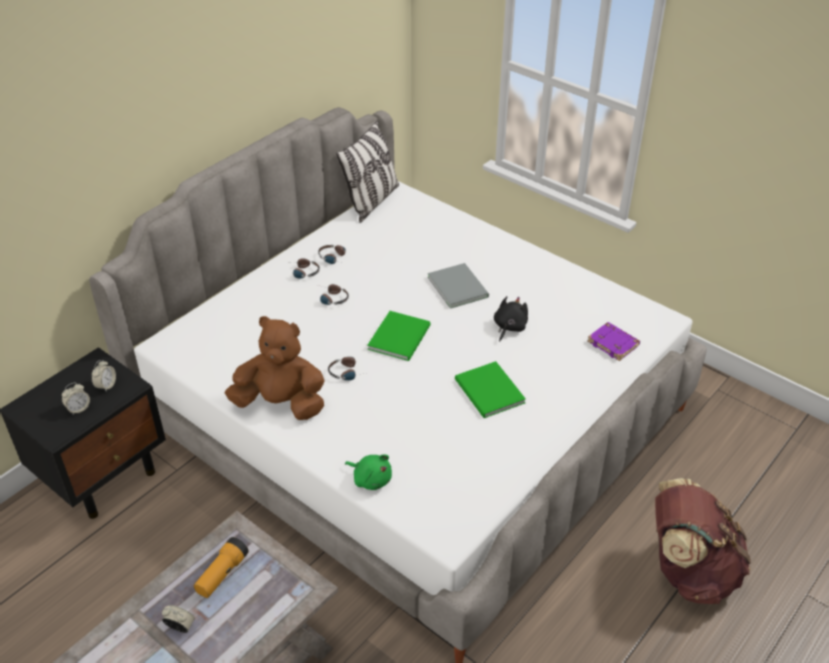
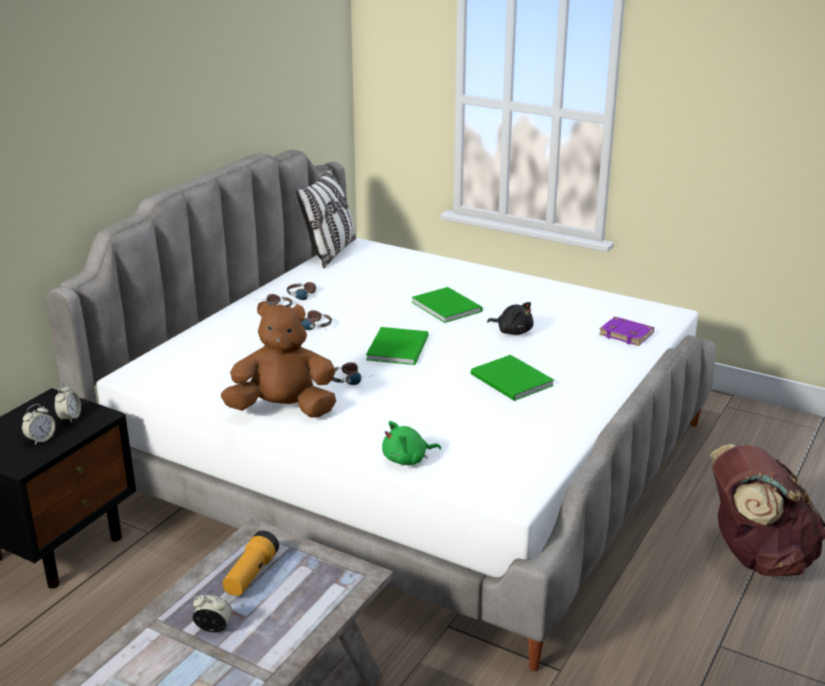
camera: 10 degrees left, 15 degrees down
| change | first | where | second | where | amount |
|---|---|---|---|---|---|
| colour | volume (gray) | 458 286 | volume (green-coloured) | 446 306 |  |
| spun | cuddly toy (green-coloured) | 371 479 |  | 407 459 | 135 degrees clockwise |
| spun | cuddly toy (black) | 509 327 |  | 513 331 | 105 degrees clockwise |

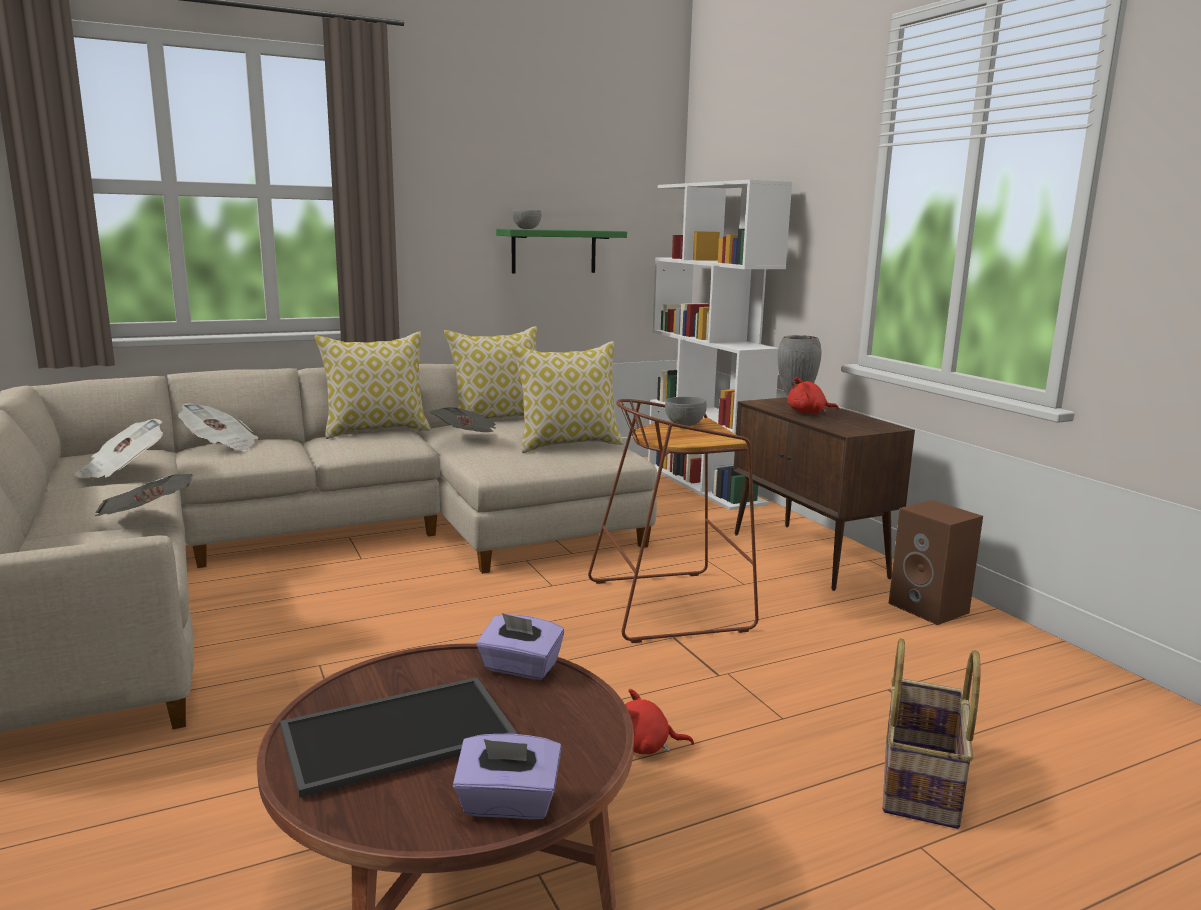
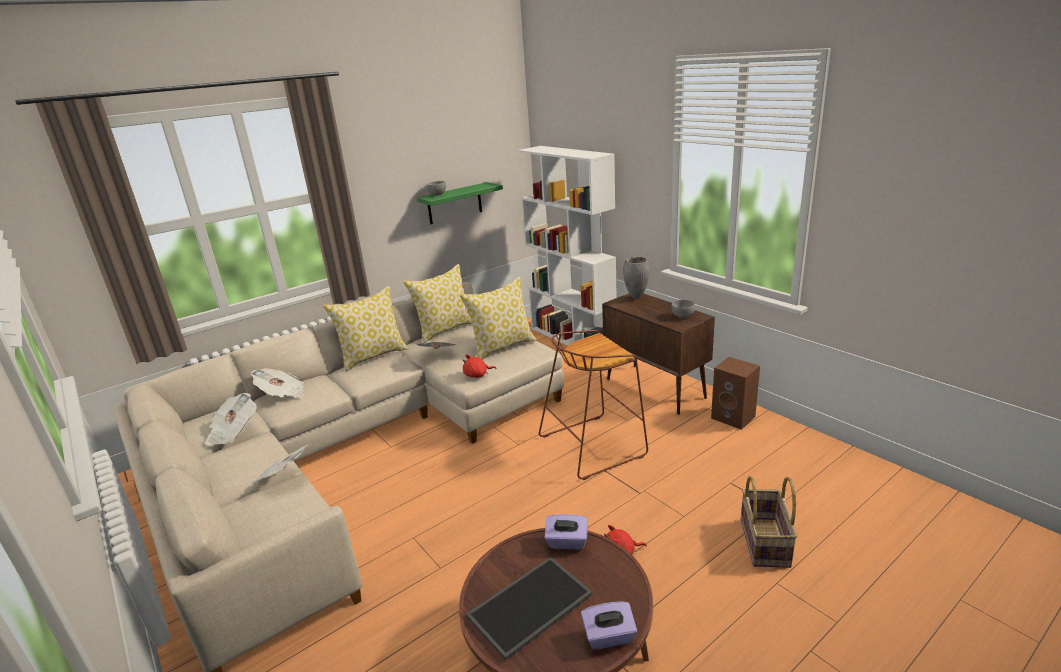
camera: 10 degrees left, 10 degrees up
| change | first | where | second | where | amount |
|---|---|---|---|---|---|
| relocated | serving bowl (gray) | 685 425 |  | 683 316 |  |
| relocated | cuddly toy (reddish) | 808 413 |  | 477 375 |  |

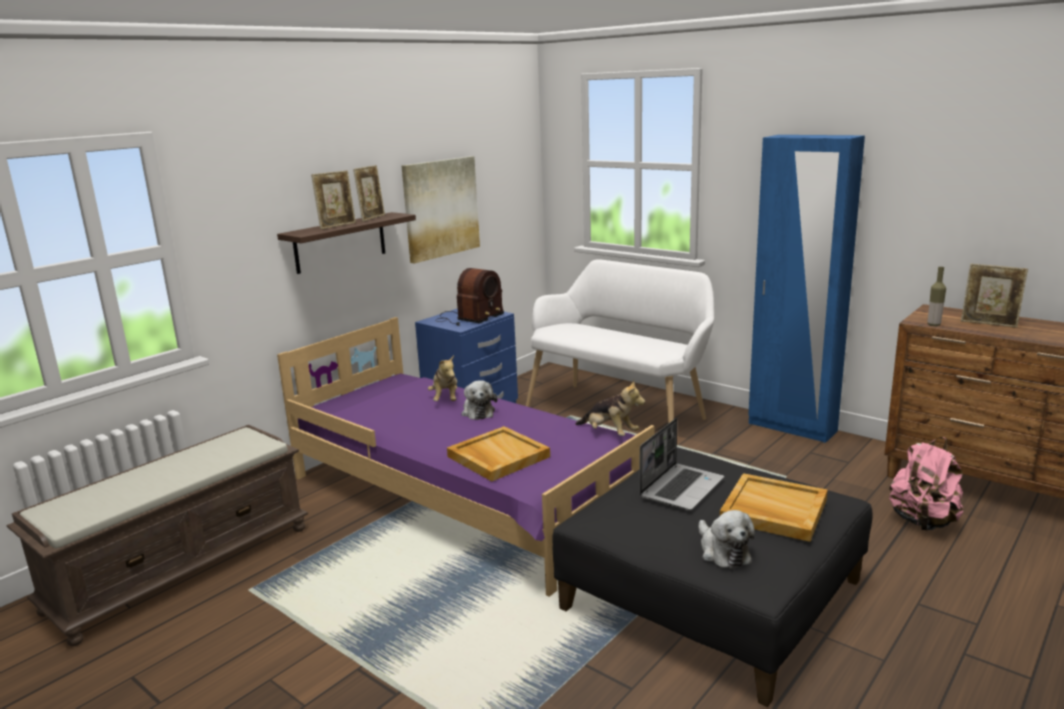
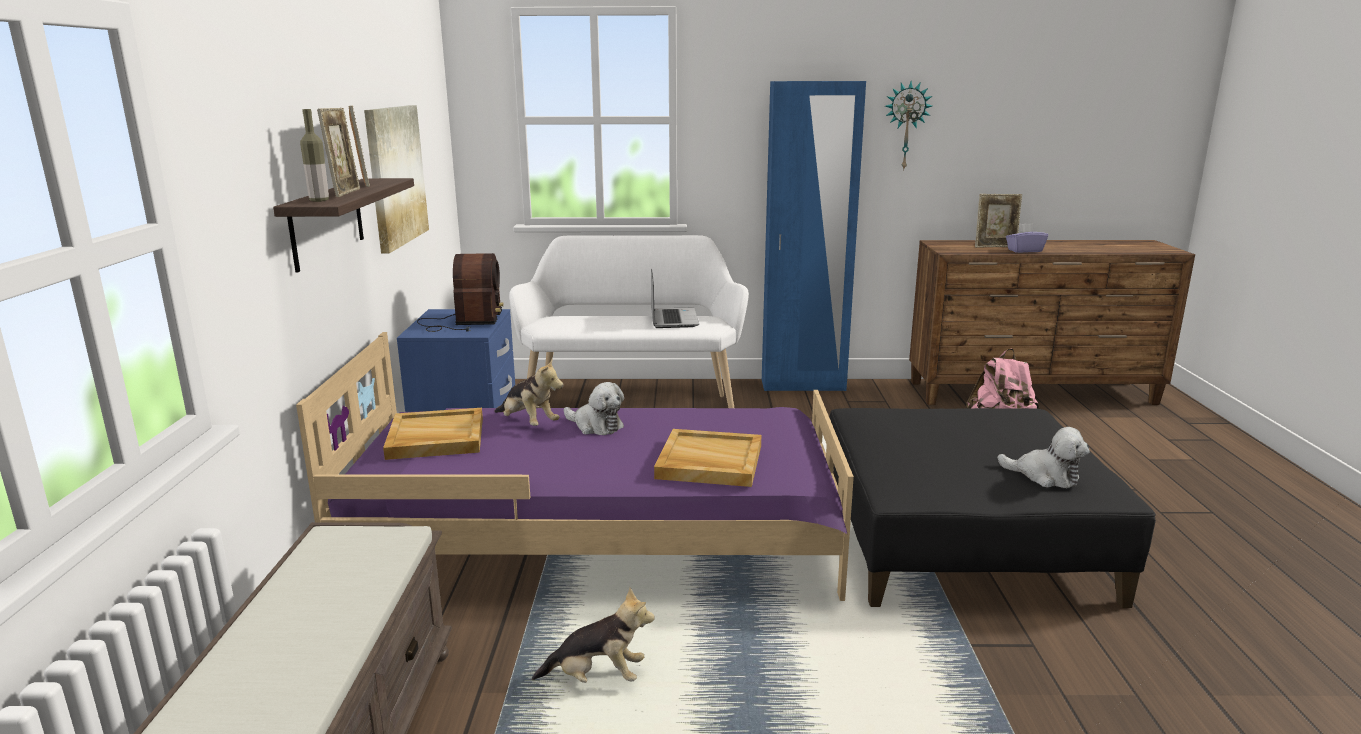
camera: 40 degrees left, 0 degrees up
| change | first | where | second | where | amount |
|---|---|---|---|---|---|
| appeared |  |  | hanging clock | 906 126 |  |
| appeared |  |  | tissue box (purplish) | 1024 250 |  |
| relocated | cuddly toy | 609 433 |  | 597 677 |  |
| relocated | laptop | 681 488 |  | 673 319 |  |
| relocated | tray (sand-coloured) | 772 510 |  | 435 438 |  |
| relocated | bottle | 933 325 |  | 319 200 |  |

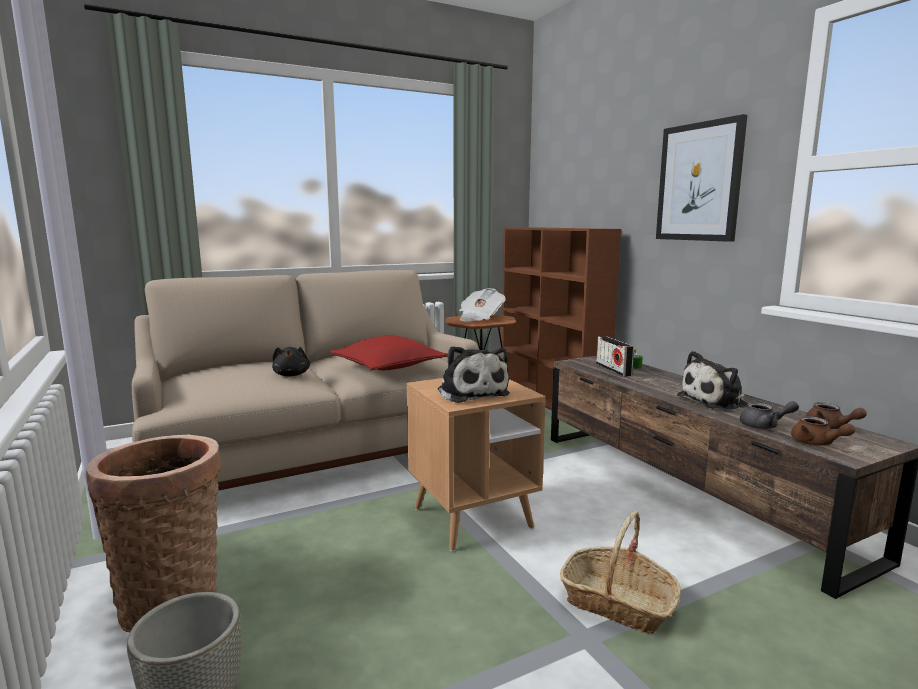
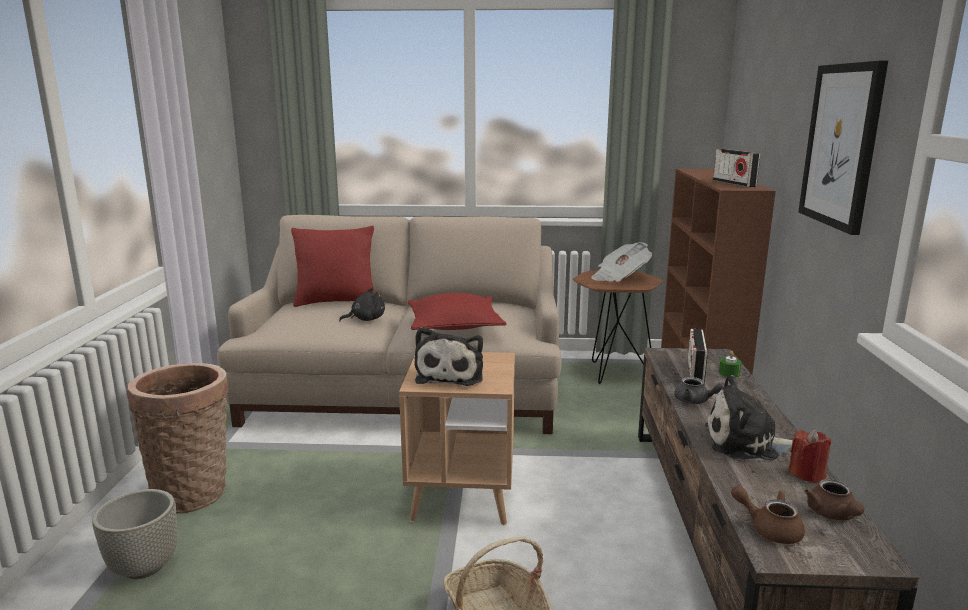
camera: 30 degrees right, 5 degrees up
| change | first | where | second | where | amount |
|---|---|---|---|---|---|
| appeared |  |  | throw pillow (reddish) | 336 302 |  |
| appeared |  |  | radio receiver | 734 183 |  |
| appeared |  |  | candle (reddish) | 807 474 |  |
| relocated | teapot (gray) | 764 426 |  | 696 401 |  |
| spun | cuddly toy (black) | 292 375 |  | 366 319 | 135 degrees counterclockwise |
| spun | teapot (brown-coloured) | 816 443 |  | 769 529 | 120 degrees clockwise |

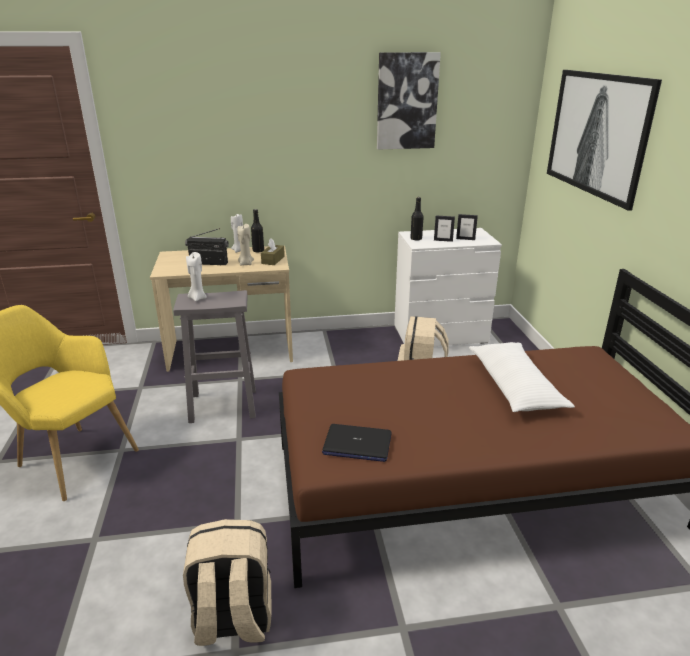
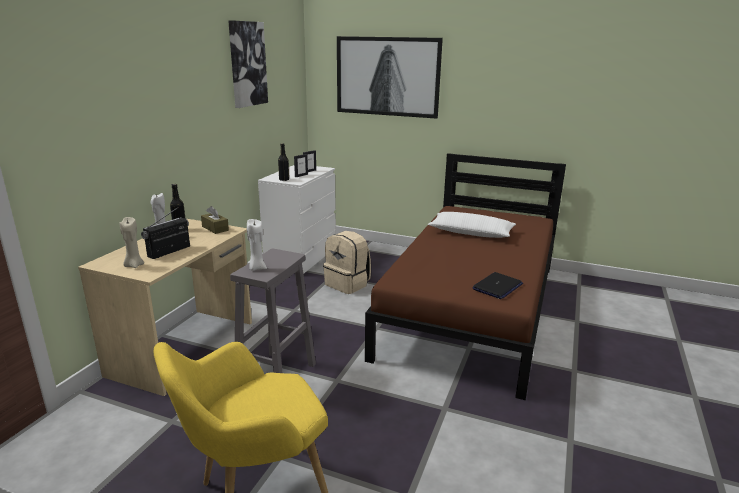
camera: 60 degrees left, 5 degrees down
| change | first | where | second | where | amount |
|---|---|---|---|---|---|
| missing | knapsack (sand-coloured) | 233 619 |  |  |  |
| relocated | candle (sand-coloured) | 245 263 |  | 134 265 |  |

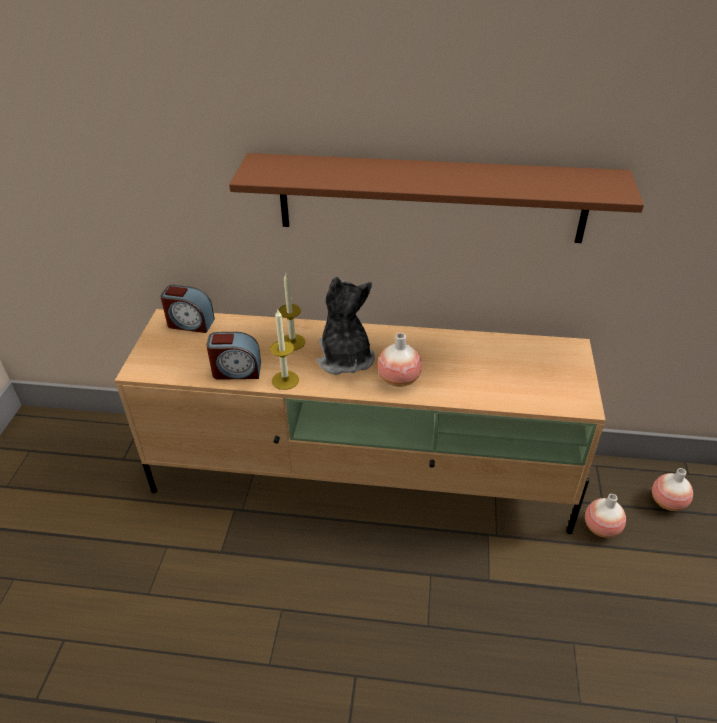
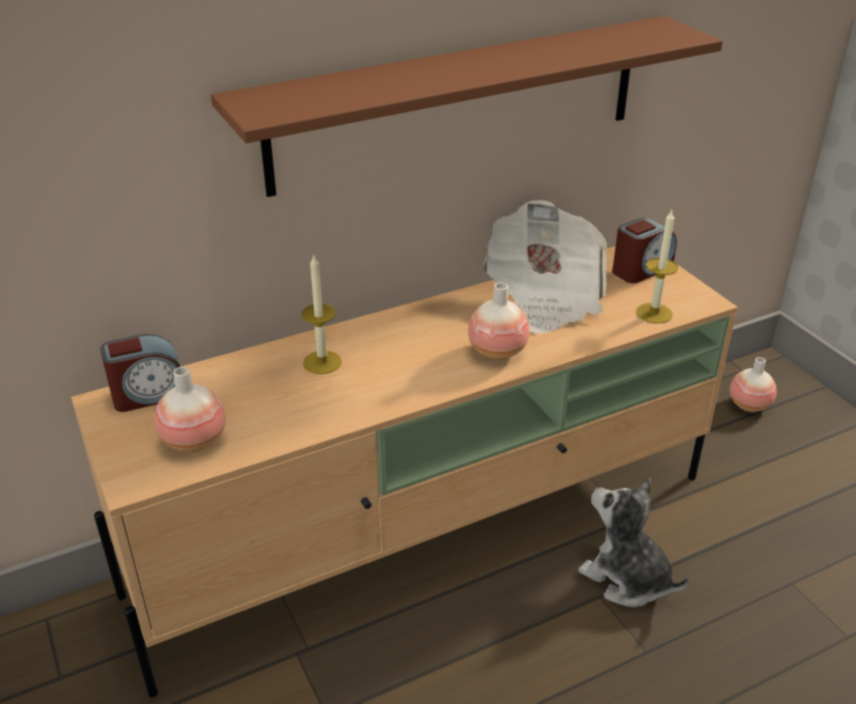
camera: 35 degrees left, 5 degrees down
| change | first | where | second | where | amount |
|---|---|---|---|---|---|
| appeared |  |  | daily paper | 544 297 |  |
| relocated | alarm clock | 236 371 |  | 641 270 |  |
| relocated | candle | 285 380 |  | 654 313 |  |
| relocated | cuddly toy | 345 358 |  | 626 578 |  |
| relocated | vase | 601 528 |  | 194 441 |  |

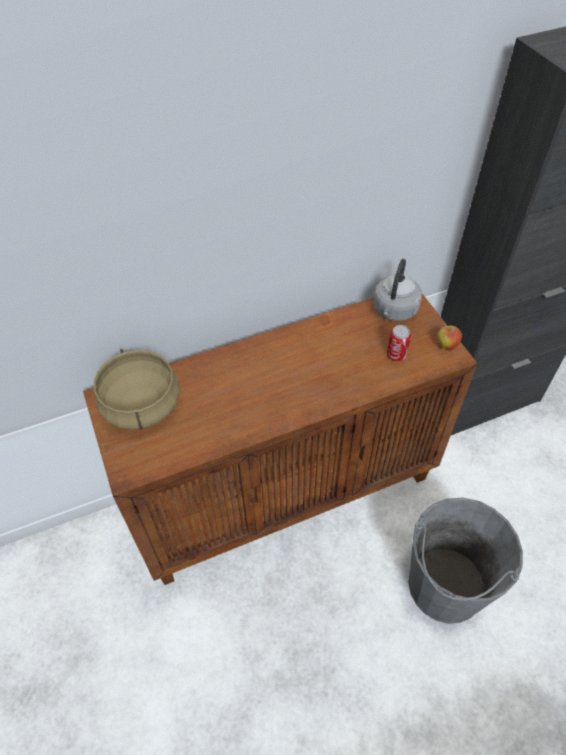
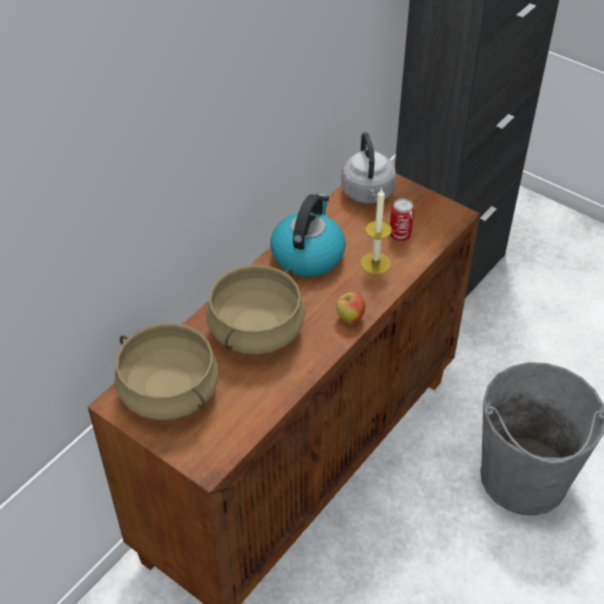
camera: 30 degrees left, 5 degrees down
| change | first | where | second | where | amount |
|---|---|---|---|---|---|
| appeared |  |  | saucepot (sand-coloured) | 257 331 |  |
| appeared |  |  | tea kettle | 308 254 |  |
| appeared |  |  | candle | 375 263 |  |
| relocated | whole apple | 446 345 |  | 350 318 |  |

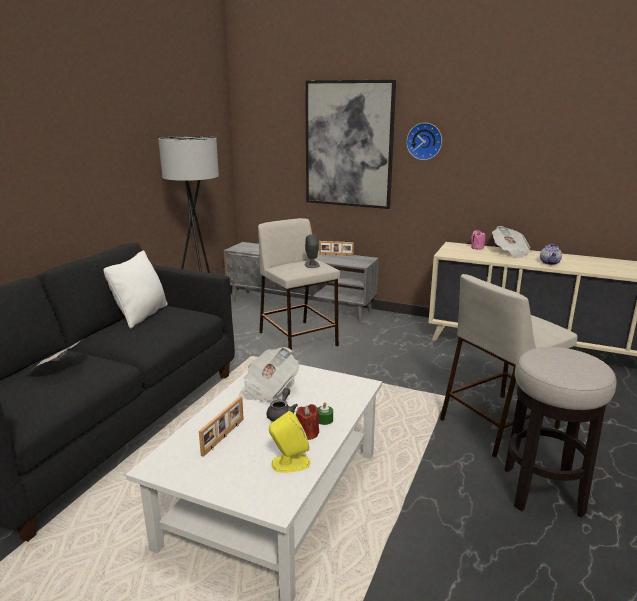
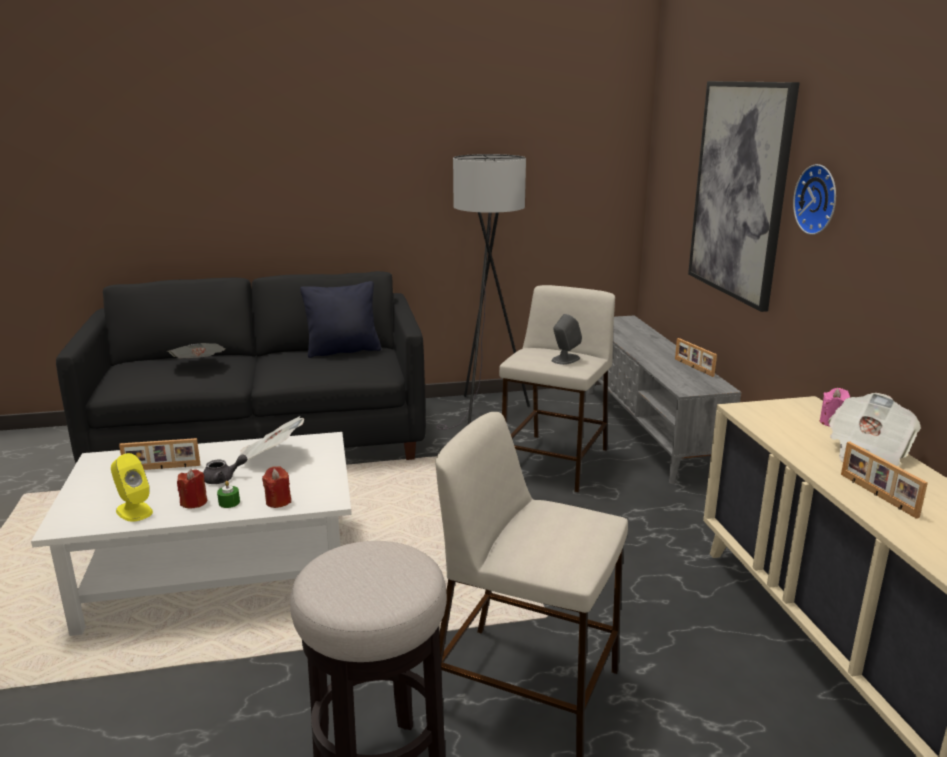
camera: 55 degrees right, 0 degrees up
| change | first | where | second | where | amount |
|---|---|---|---|---|---|
| appeared |  |  | candle (reddish) | 278 501 |  |
| exchanged | teapot | 550 263 | photo frame | 876 495 |  |
| colour | throw pillow (whitish) | 142 315 | throw pillow (black) | 343 351 |  |

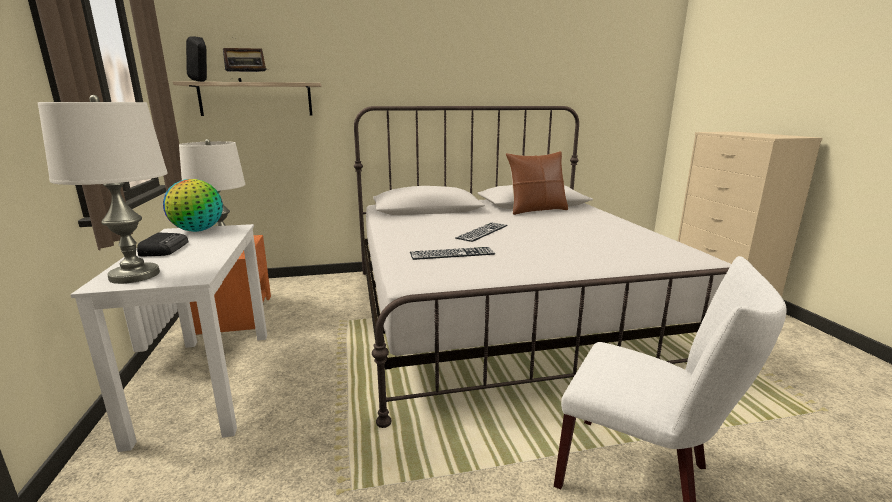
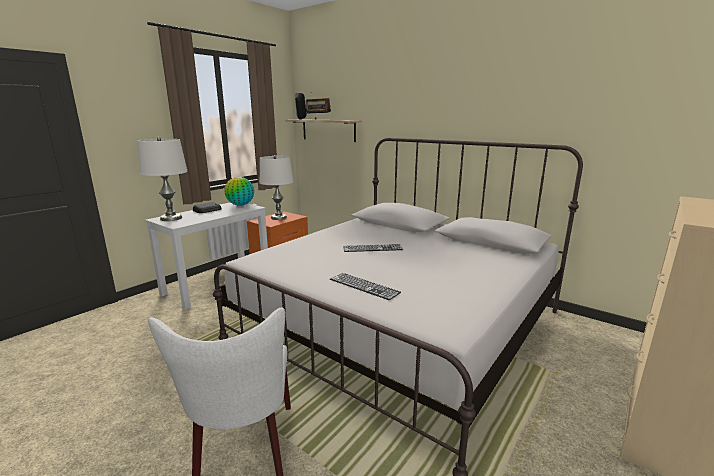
camera: 50 degrees right, 0 degrees up
| change | first | where | second | where | amount |
|---|---|---|---|---|---|
| missing | throw pillow (brown-coloured) | 536 210 |  |  |  |
| relocated | computer keyboard | 452 253 |  | 364 286 |  |

